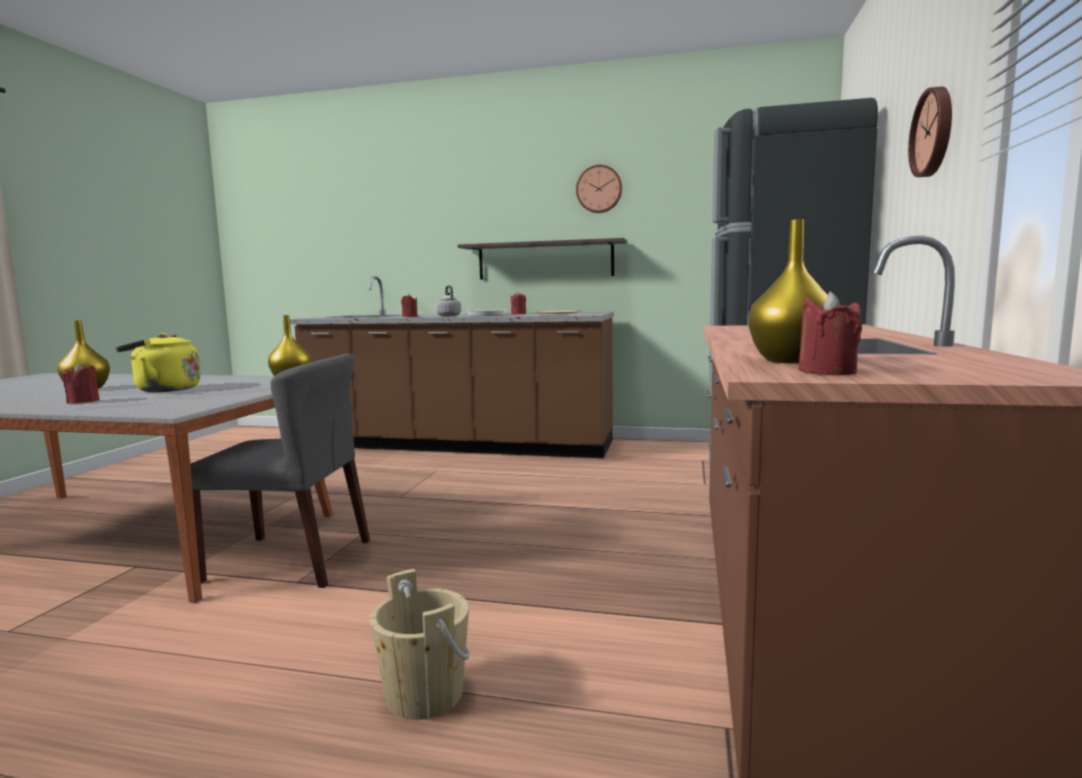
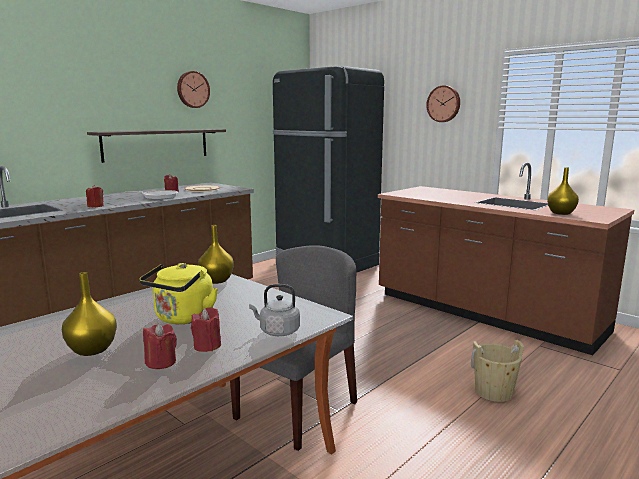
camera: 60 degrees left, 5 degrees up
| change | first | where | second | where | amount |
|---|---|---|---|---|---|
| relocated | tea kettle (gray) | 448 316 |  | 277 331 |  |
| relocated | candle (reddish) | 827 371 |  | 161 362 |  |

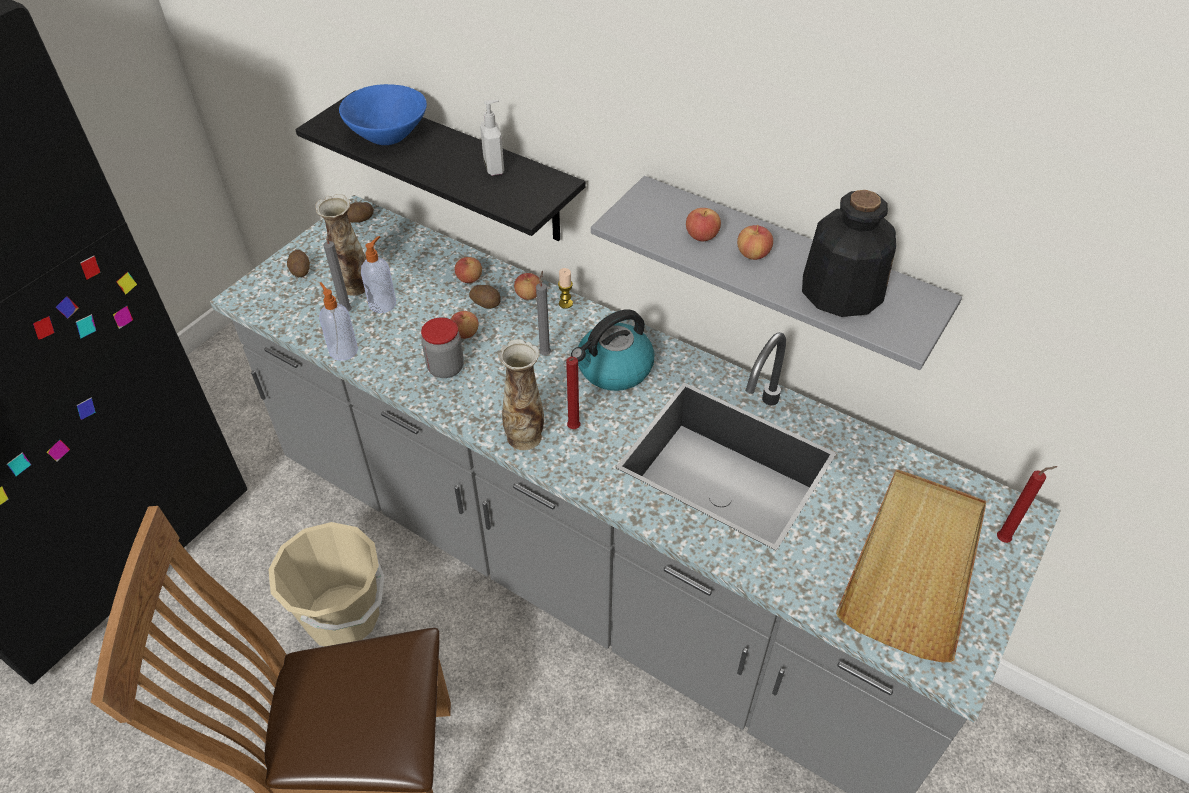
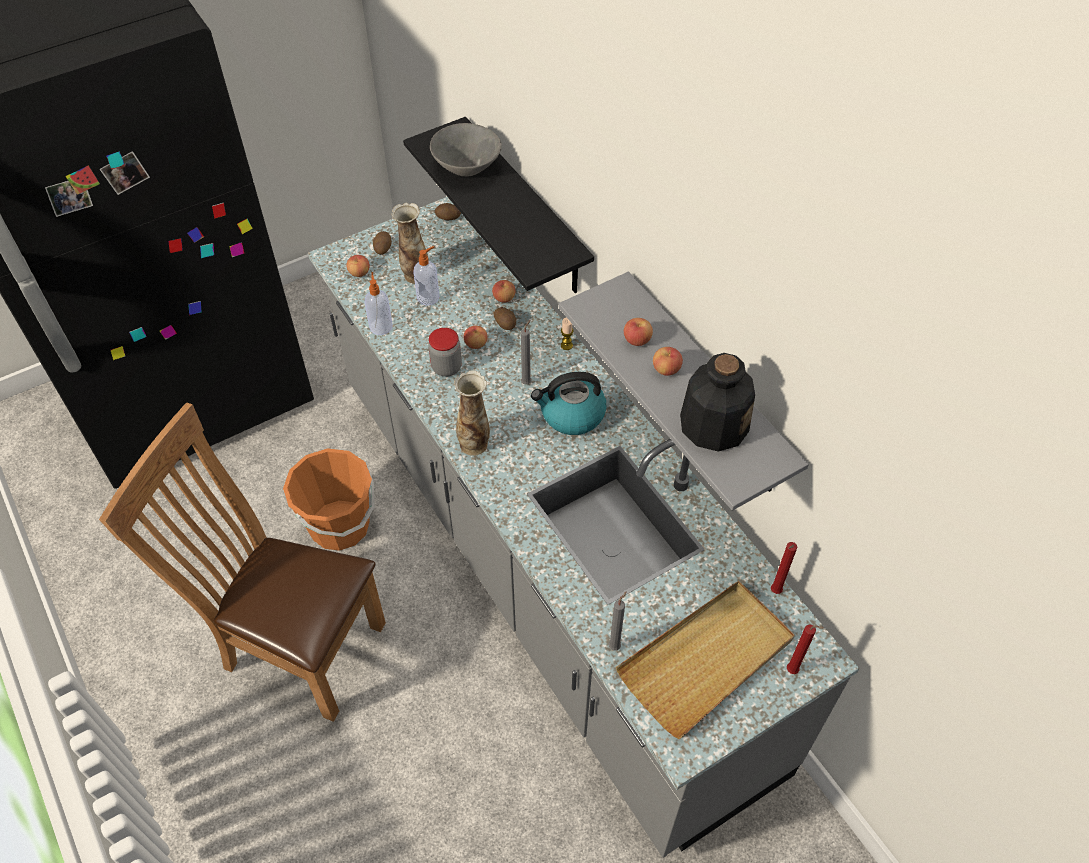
camera: 25 degrees right, 5 degrees up
| change | first | where | second | where | amount |
|---|---|---|---|---|---|
| missing | soap dispenser | 495 167 |  |  |  |
| relocated | candle (gray) | 347 311 |  | 615 645 |  |
| relocated | whole apple | 528 295 |  | 359 273 |  |
| relocated | candle (reddish) | 573 429 |  | 774 592 |  |
| colour | pail (sand-coloured) | 343 616 | pail (orange) | 340 526 |  |
| colour | serving bowl (blue) | 389 136 | serving bowl (gray) | 467 168 |  |

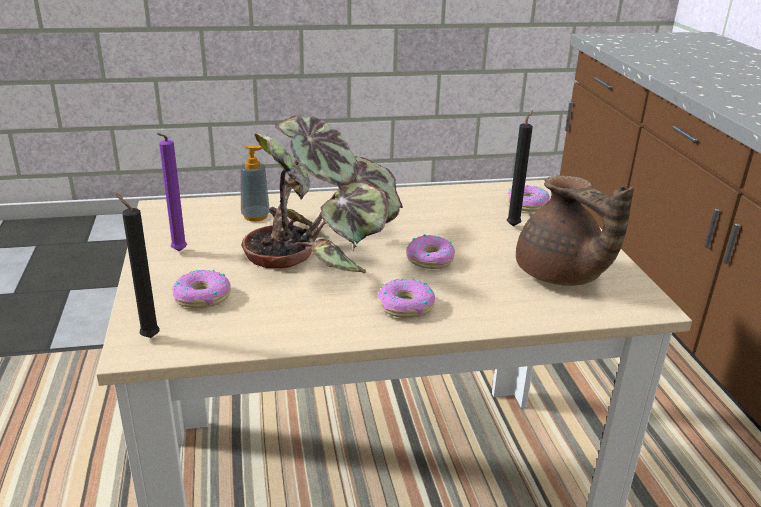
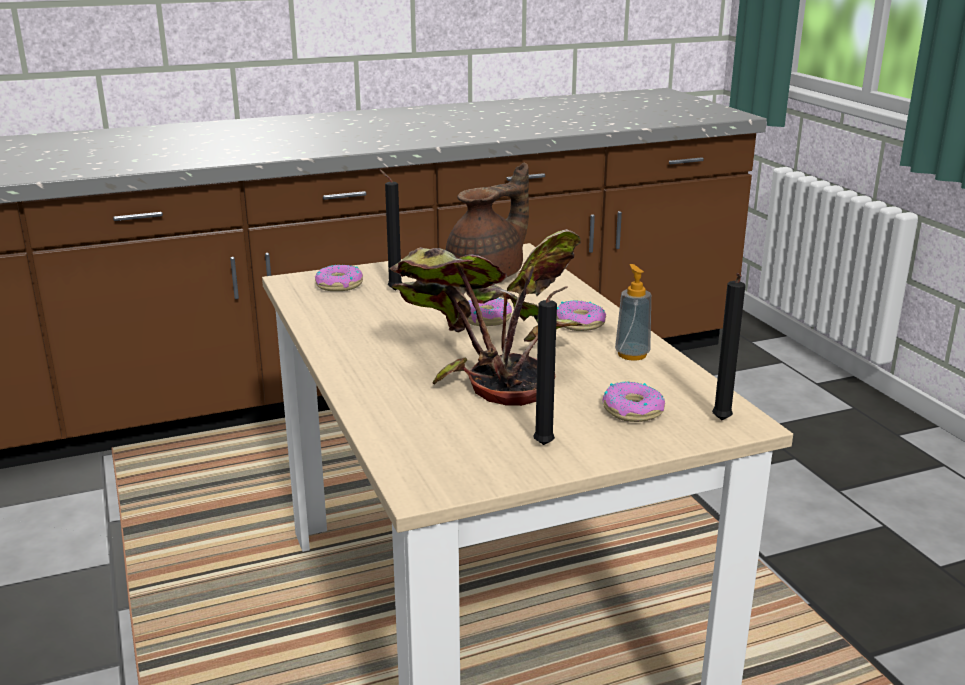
camera: 100 degrees left, 5 degrees down
| change | first | where | second | where | amount |
|---|---|---|---|---|---|
| relocated | soap dispenser | 255 216 |  | 632 354 |  |
| colour | candle (purplish) | 178 252 | candle (black) | 547 445 |  |

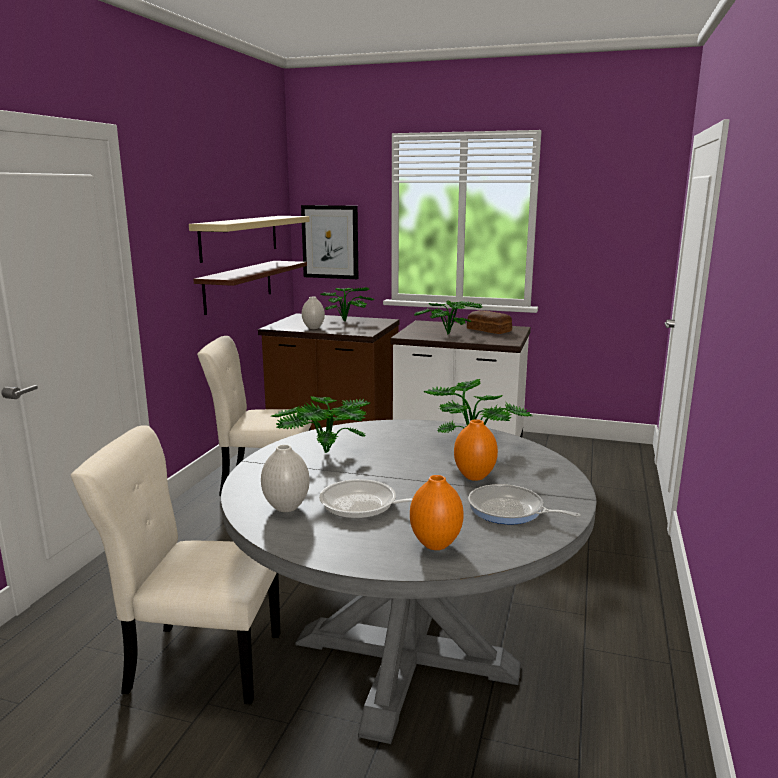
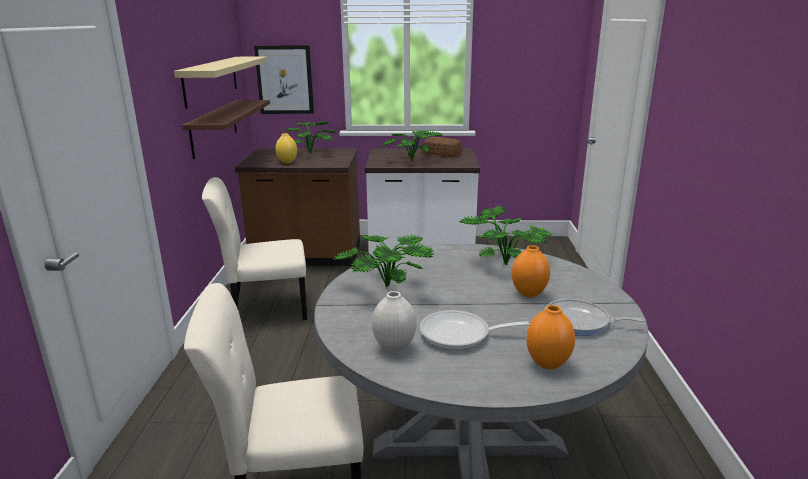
camera: 15 degrees left, 5 degrees up
| change | first | where | second | where | amount |
|---|---|---|---|---|---|
| colour | vase (whitish) | 313 328 | vase (yellowish) | 287 162 |  |

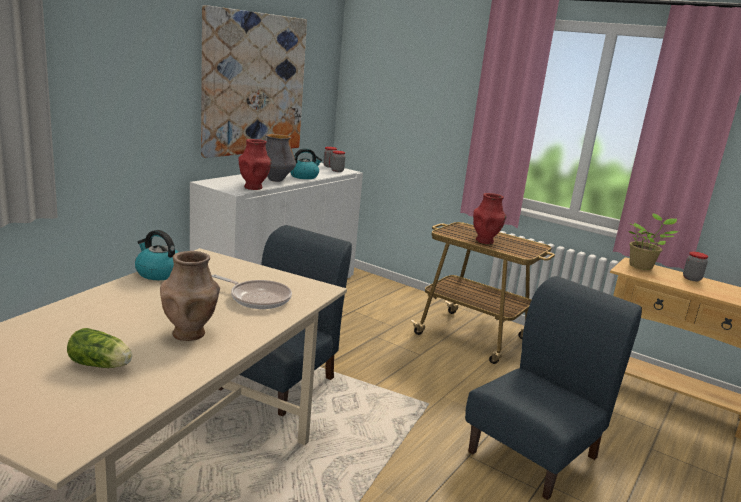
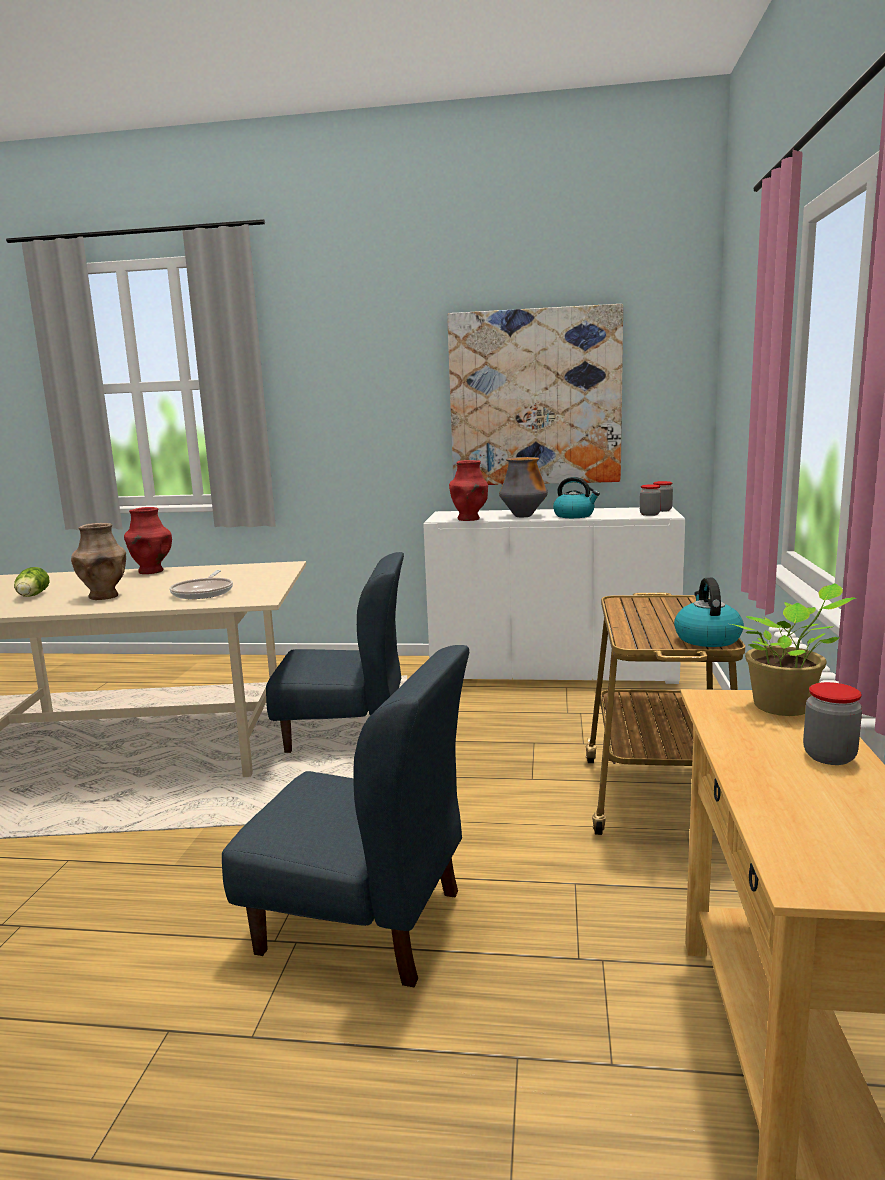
camera: 65 degrees right, 5 degrees down
| change | first | where | second | where | amount |
|---|---|---|---|---|---|
| relocated | tea kettle | 159 273 |  | 707 638 |  |
| relocated | vase (reddish) | 485 241 |  | 151 571 |  |

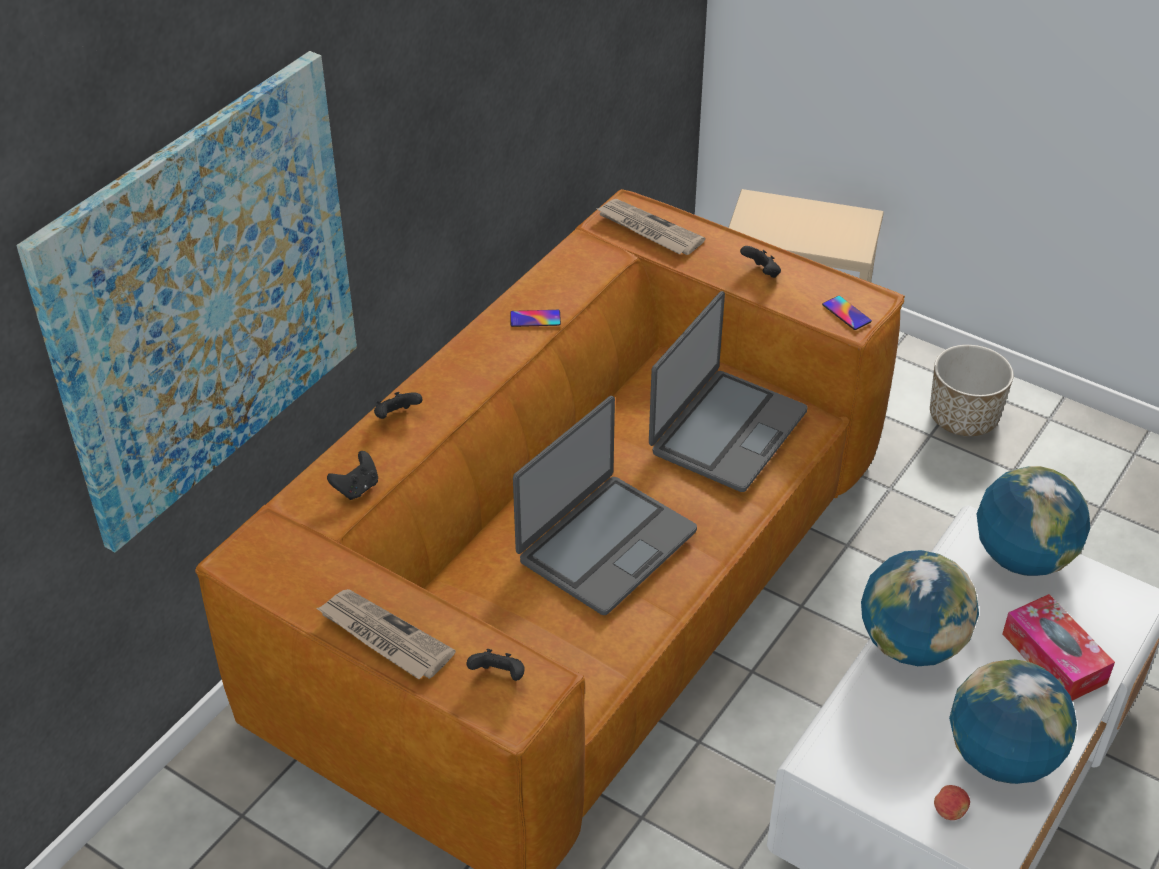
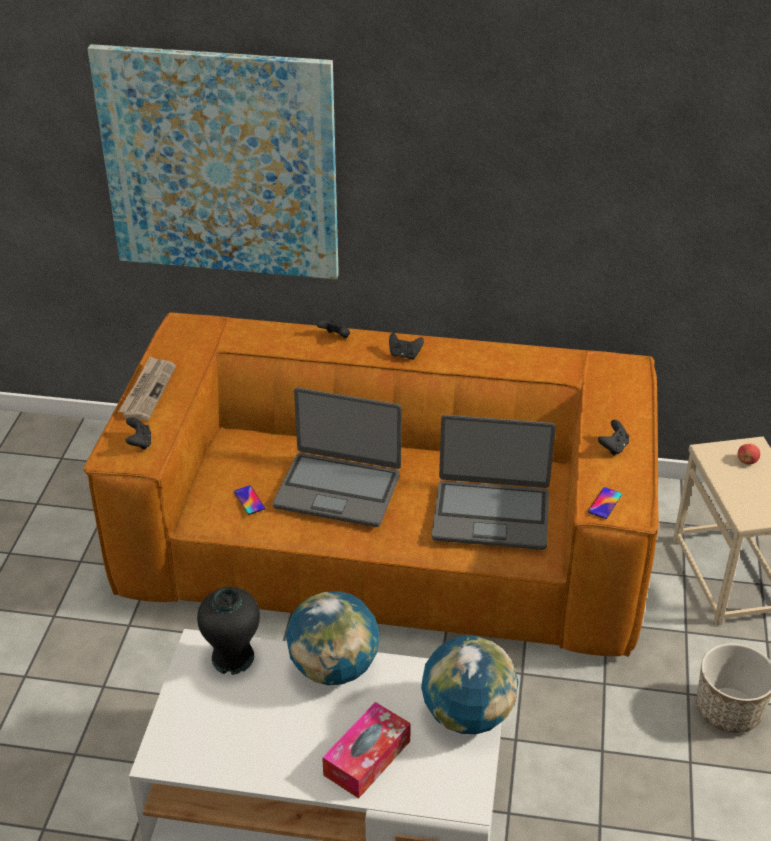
camera: 65 degrees right, 5 degrees down
| change | first | where | second | where | amount |
|---|---|---|---|---|---|
| missing | daily paper | 648 230 |  |  |  |
| missing | world globe | 1001 757 |  |  |  |
| appeared |  |  | vase (black) | 233 658 |  |
| relocated | gamepad (black) | 357 488 |  | 404 355 |  |
| relocated | telephone | 535 319 |  | 249 500 |  |
| relocated | whole apple | 949 811 |  | 747 461 |  |

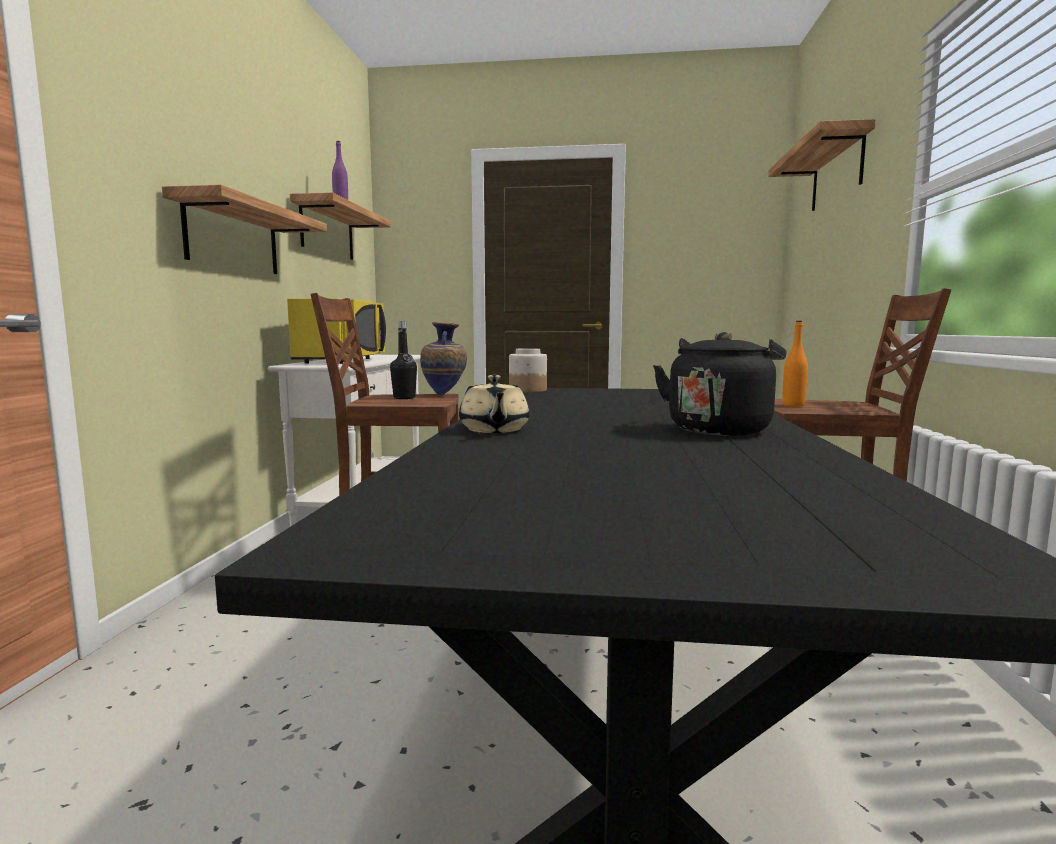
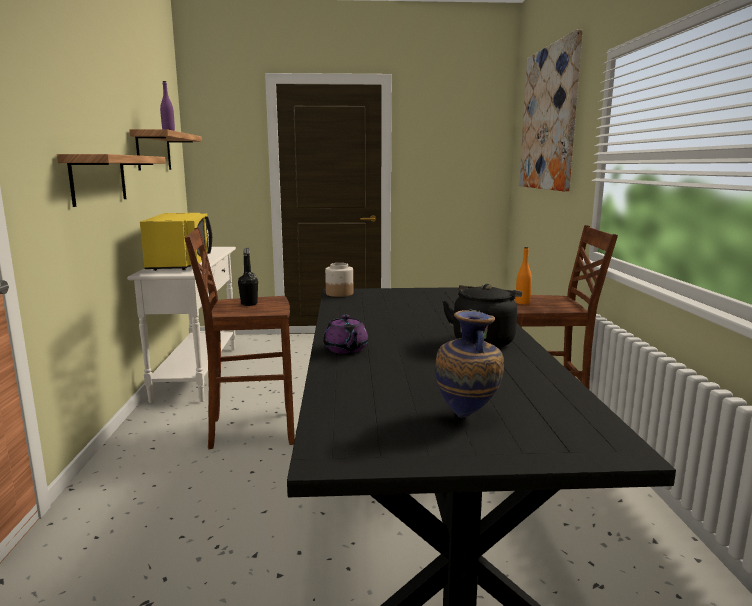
camera: 10 degrees left, 5 degrees up
| change | first | where | second | where | amount |
|---|---|---|---|---|---|
| relocated | vase | 444 395 |  | 467 416 |  |
| exchanged | bracket shelf | 837 173 | wall art | 549 119 |  |
| colour | teapot (sand-coloured) | 494 430 | teapot (purplish) | 346 349 |  |

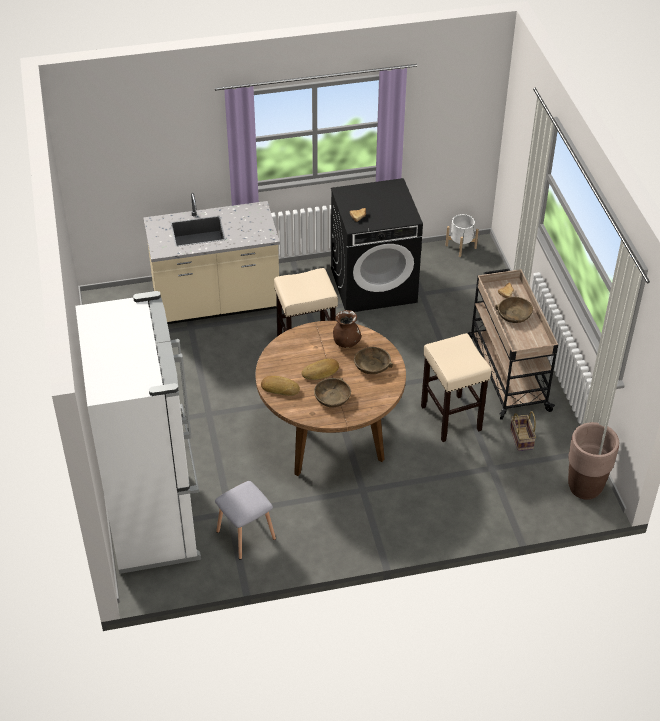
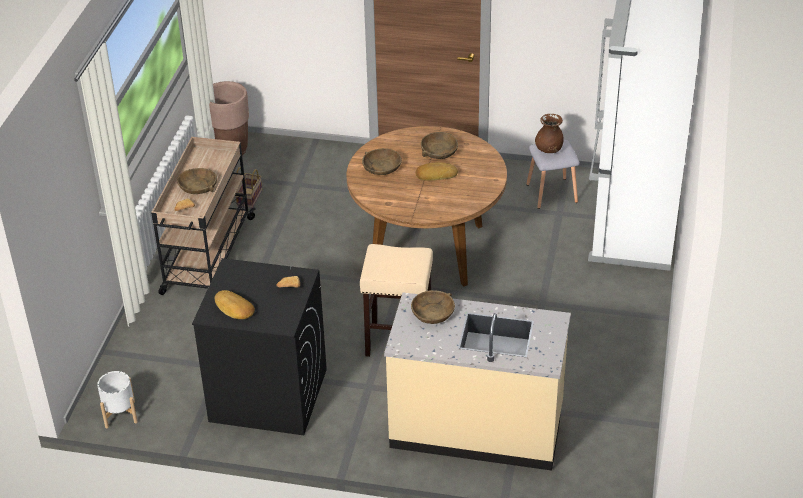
camera: 155 degrees left, 5 degrees down
| change | first | where | second | where | amount |
|---|---|---|---|---|---|
| missing | sitting stool (sand-coloured) | 451 418 |  |  |  |
| appeared |  |  | serving bowl (brown-coloured) | 433 313 |  |
| relocated | bread | 280 388 |  | 234 308 |  |
| relocated | vase (brown-coloured) | 346 342 |  | 549 150 |  |

